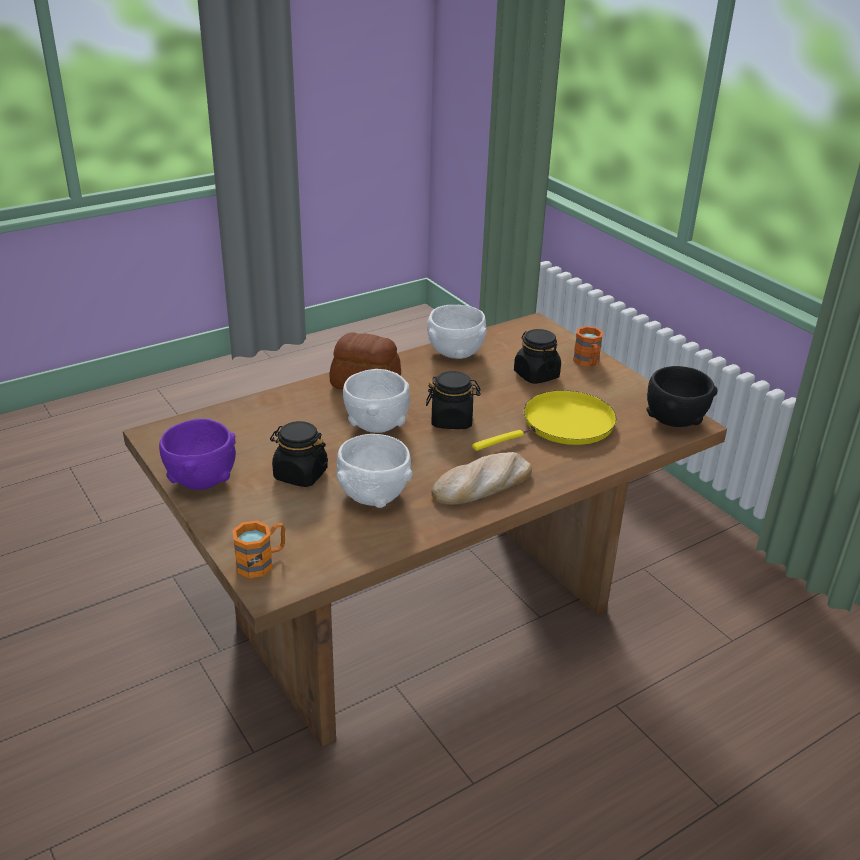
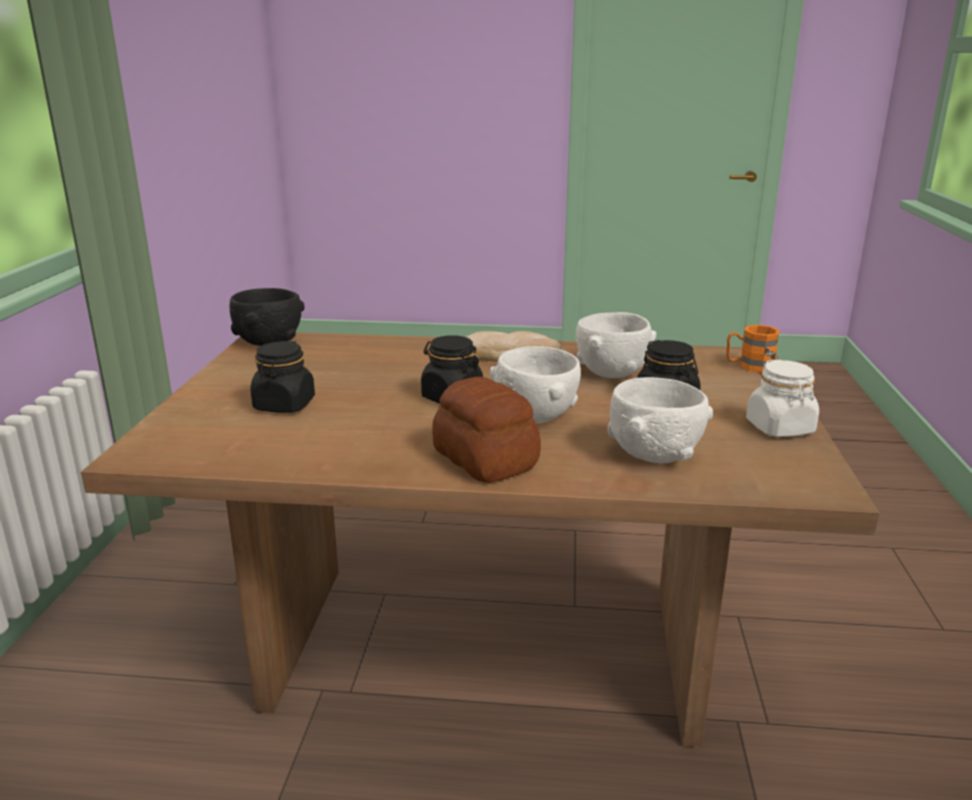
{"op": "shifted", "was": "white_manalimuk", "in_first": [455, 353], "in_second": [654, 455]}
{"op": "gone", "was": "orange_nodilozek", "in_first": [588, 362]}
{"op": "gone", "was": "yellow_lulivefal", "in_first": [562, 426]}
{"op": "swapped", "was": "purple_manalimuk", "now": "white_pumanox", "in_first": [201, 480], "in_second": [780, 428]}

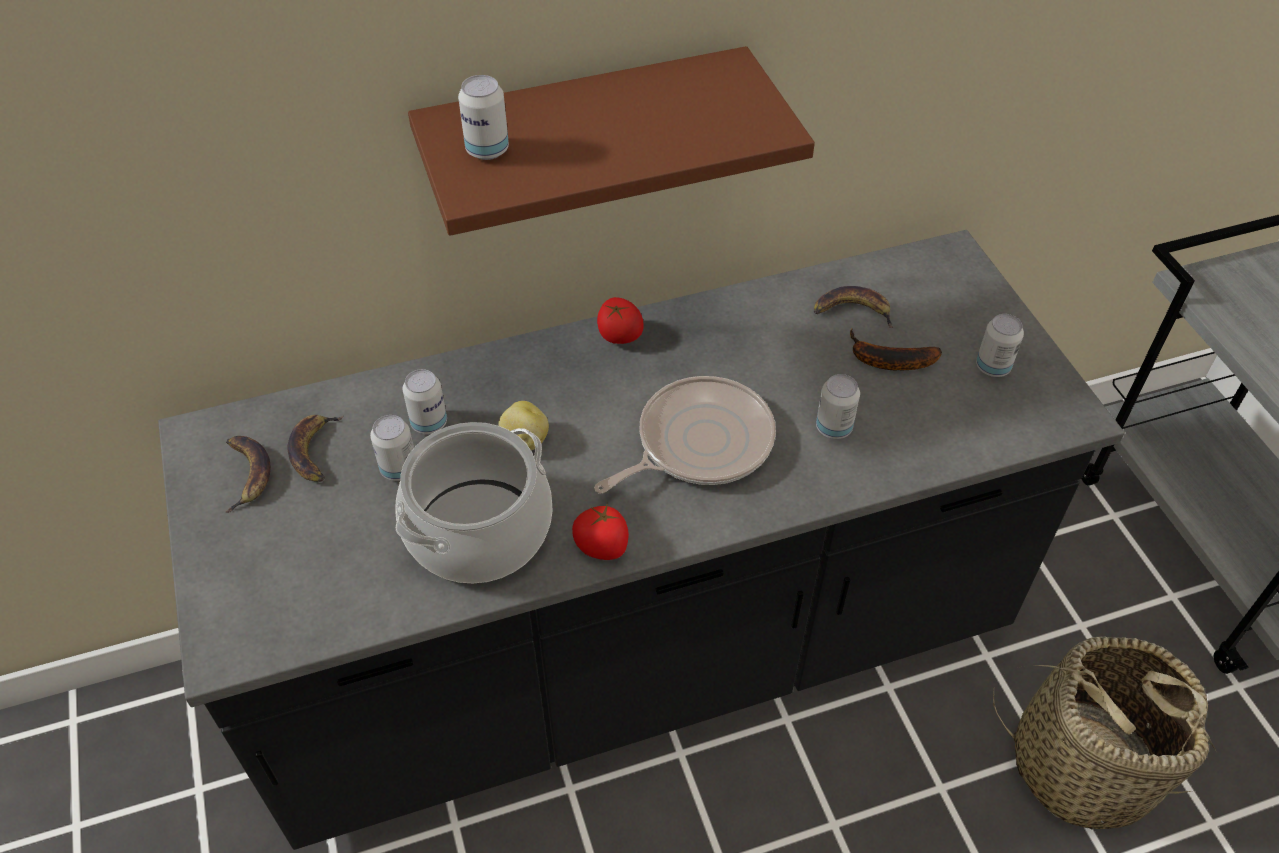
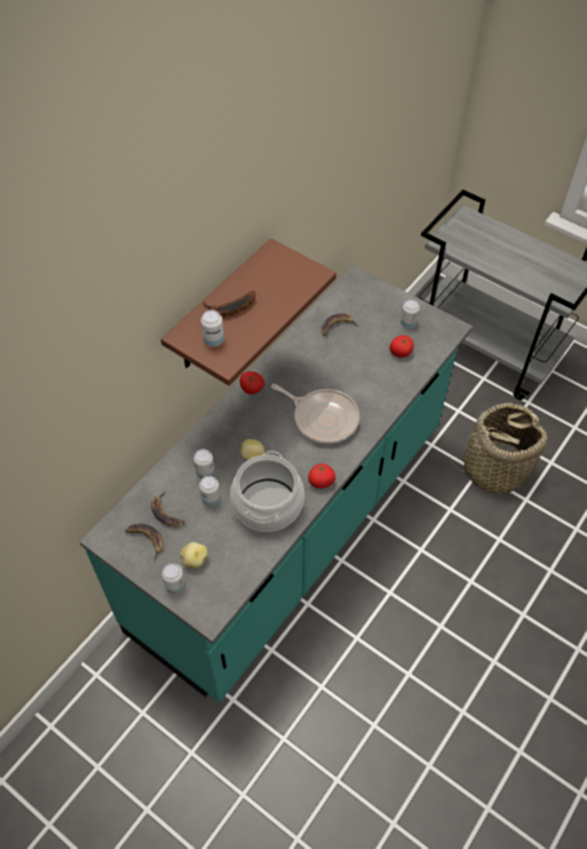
{"op": "repainted", "was": "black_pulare", "now": "turquoise_pulare", "in_first": [639, 654], "in_second": [293, 529]}
{"op": "shifted", "was": "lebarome", "in_first": [886, 360], "in_second": [230, 310]}
{"op": "shifted", "was": "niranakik", "in_first": [833, 428], "in_second": [175, 585]}
{"op": "rotated", "was": "lulivefal", "in_first": [698, 443], "in_second": [323, 418], "clockwise": 105}
{"op": "new", "now": "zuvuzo", "in_second": [400, 352]}
{"op": "new", "now": "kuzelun", "in_second": [194, 560]}

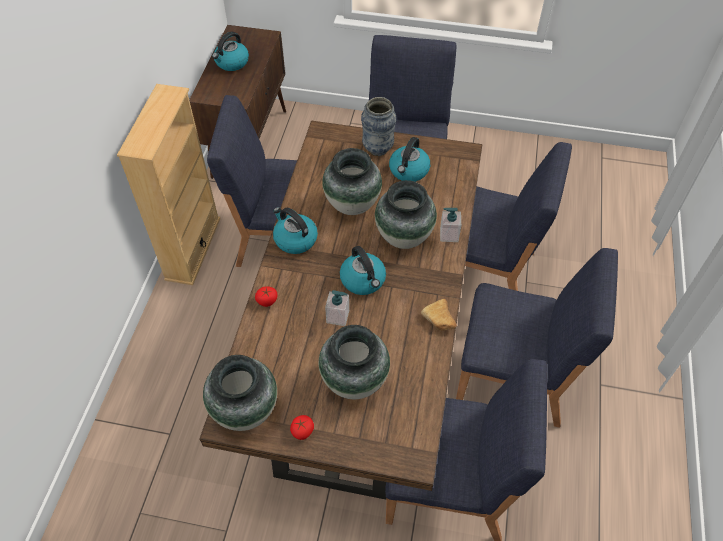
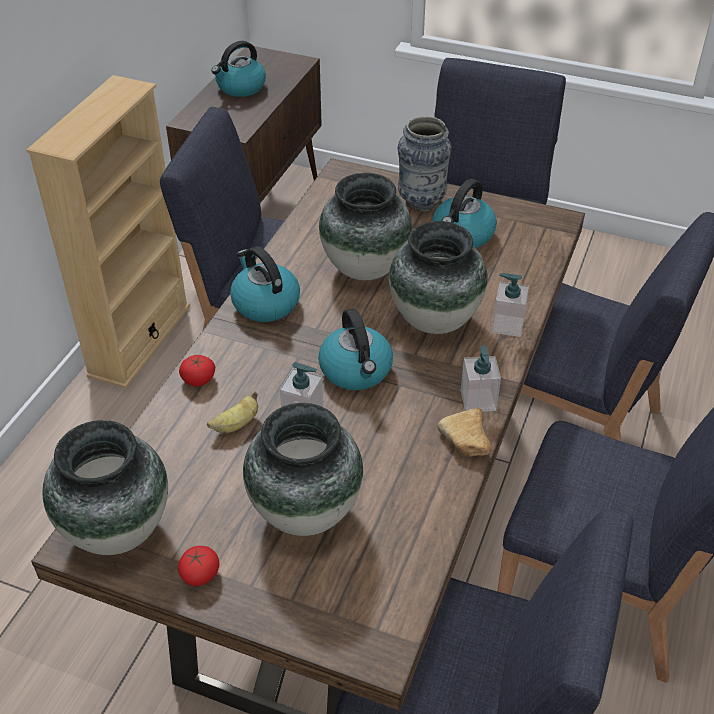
{"op": "new", "now": "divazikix", "in_second": [478, 401]}
{"op": "new", "now": "lebarome", "in_second": [236, 425]}

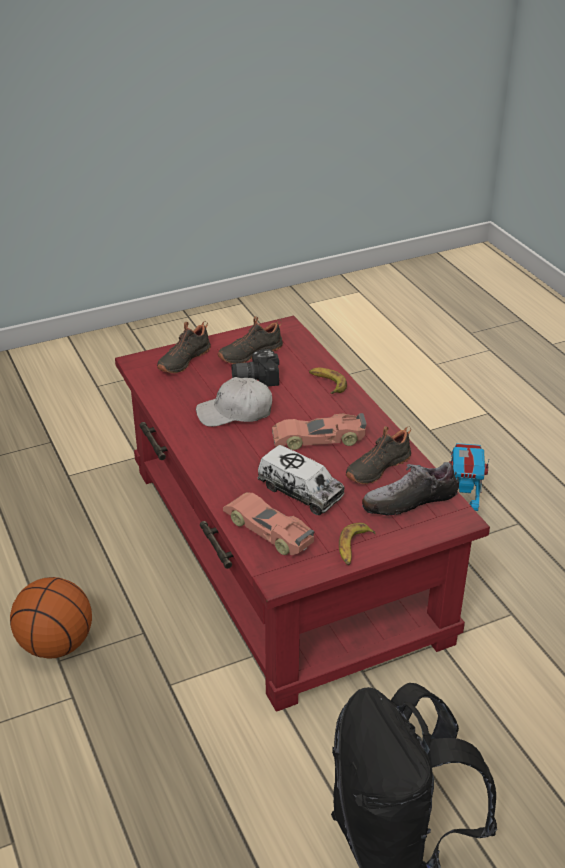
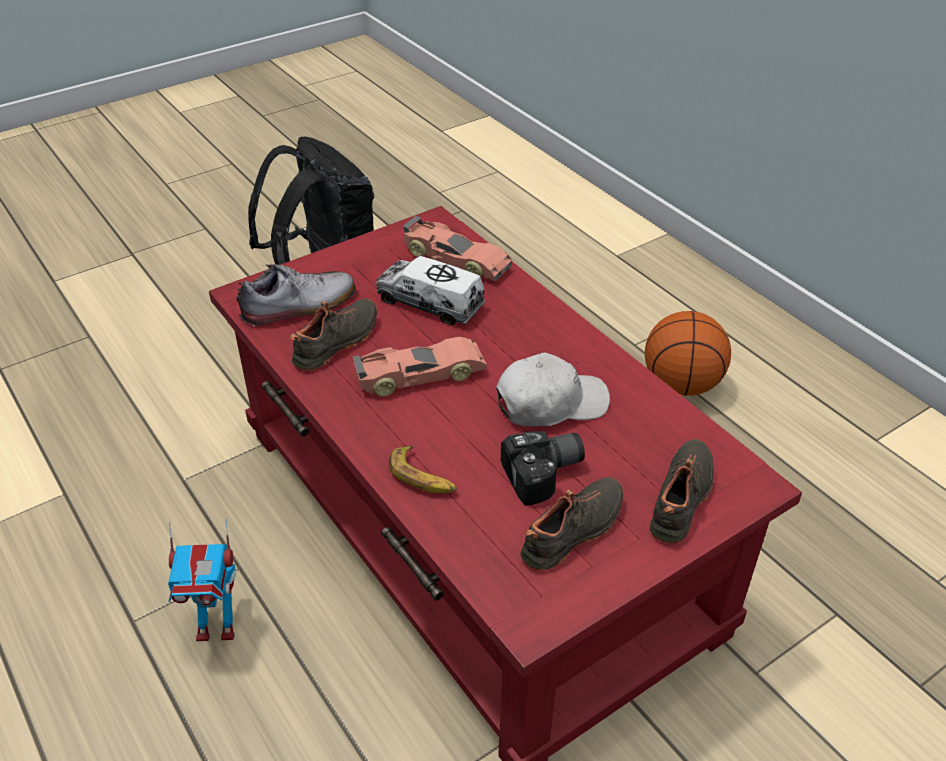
{"op": "gone", "was": "lebarome", "in_first": [353, 548]}

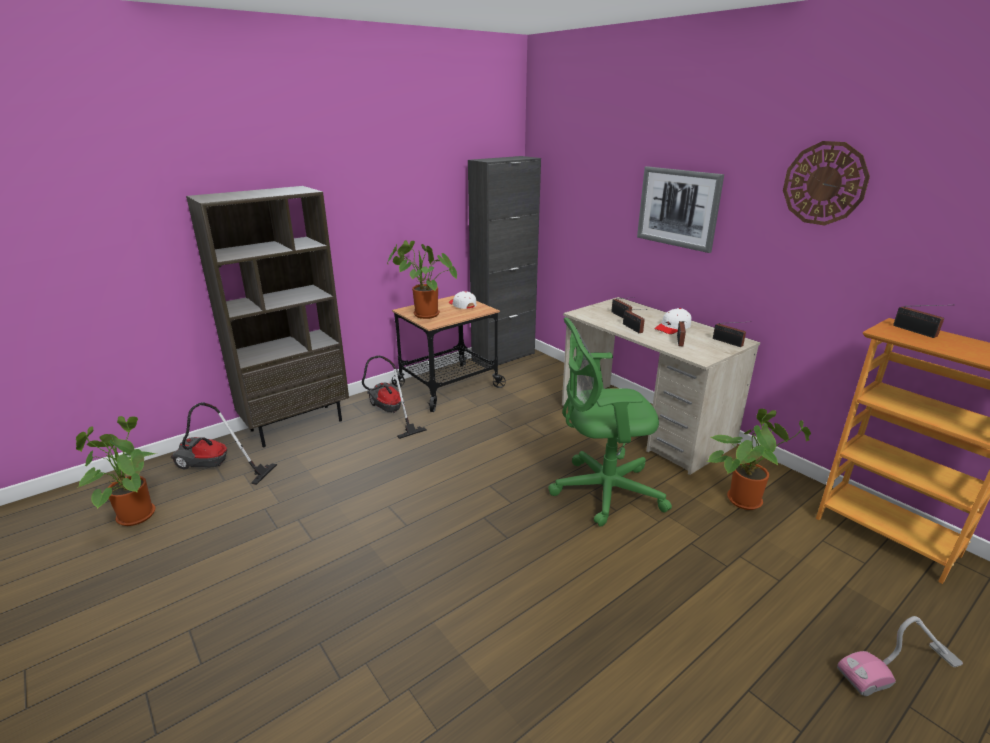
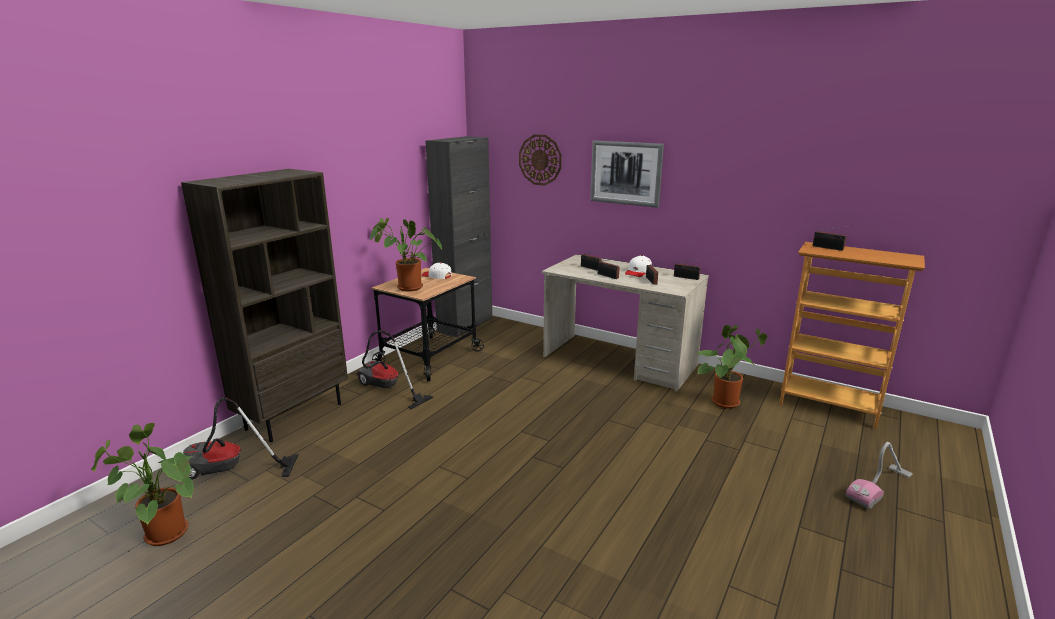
{"op": "shifted", "was": "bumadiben", "in_first": [824, 183], "in_second": [540, 160]}
{"op": "gone", "was": "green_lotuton", "in_first": [601, 491]}

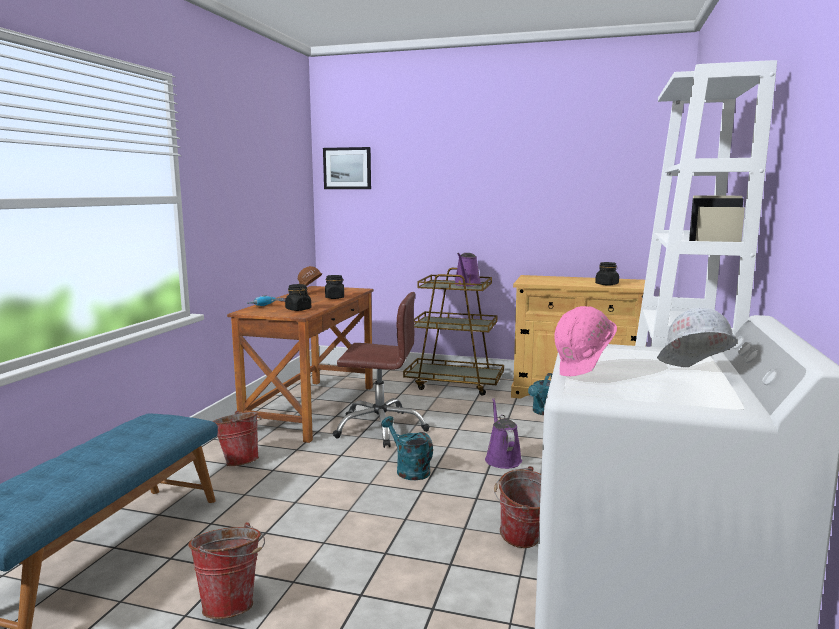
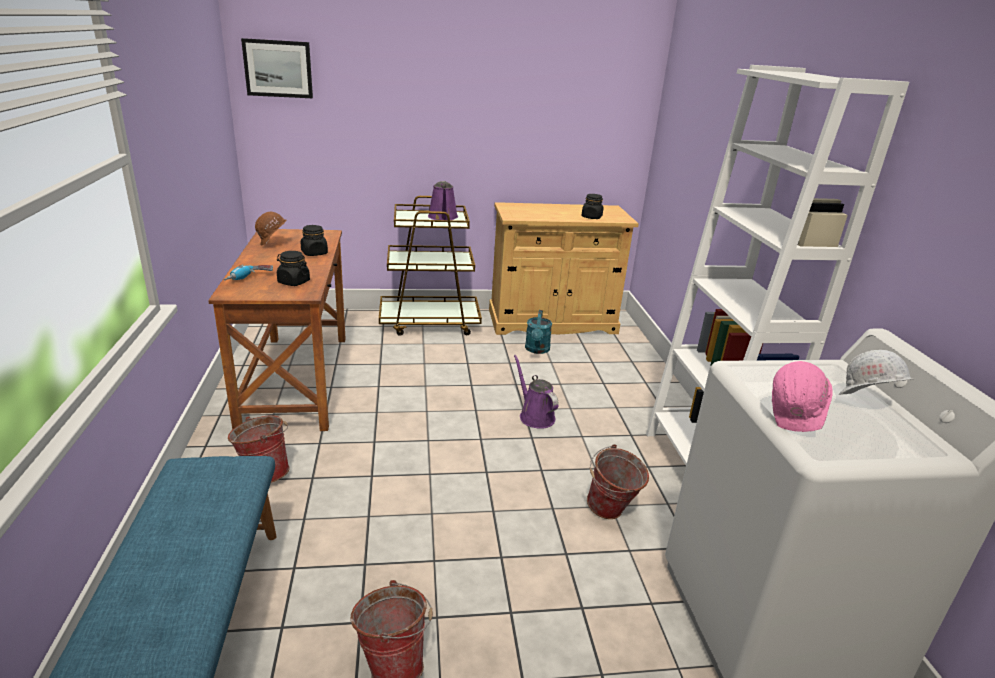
{"op": "gone", "was": "brown_lotuton", "in_first": [380, 428]}
{"op": "gone", "was": "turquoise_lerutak", "in_first": [408, 470]}

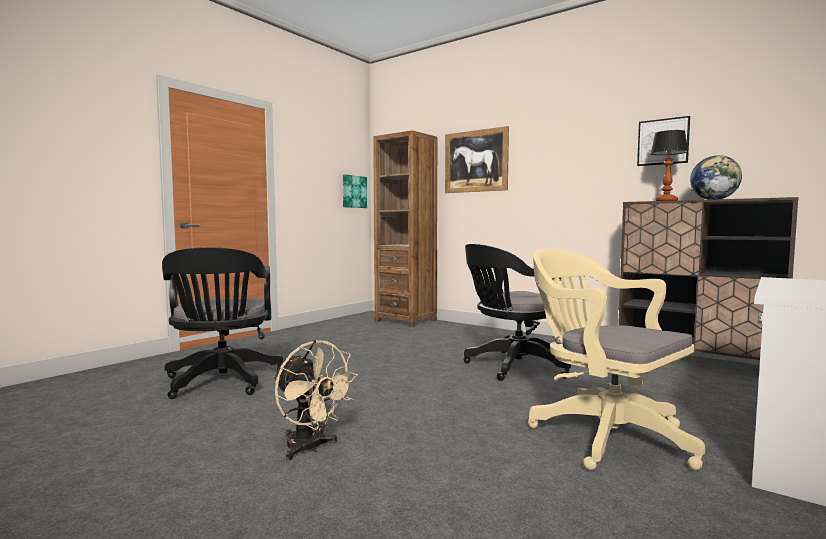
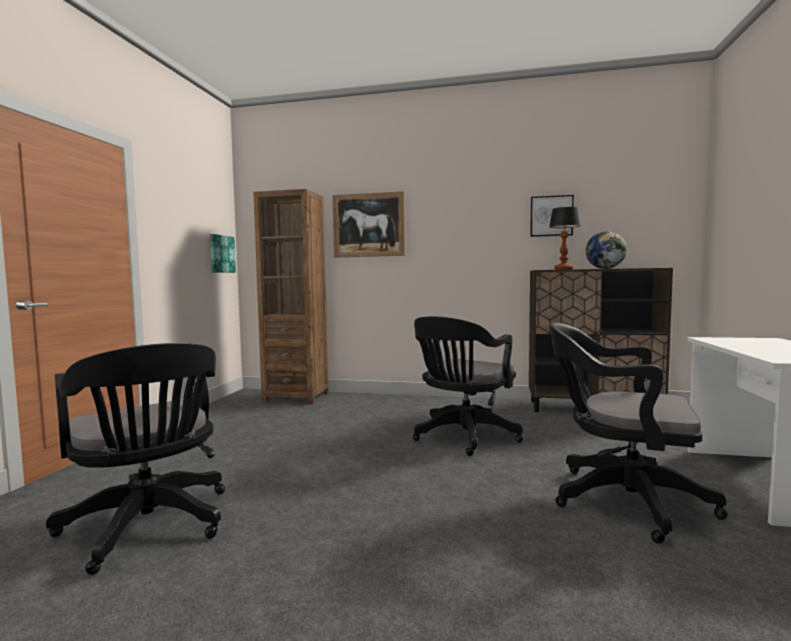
{"op": "repainted", "was": "beige_lotuton", "now": "black_lotuton", "in_first": [603, 435], "in_second": [621, 499]}
{"op": "gone", "was": "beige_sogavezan", "in_first": [310, 448]}

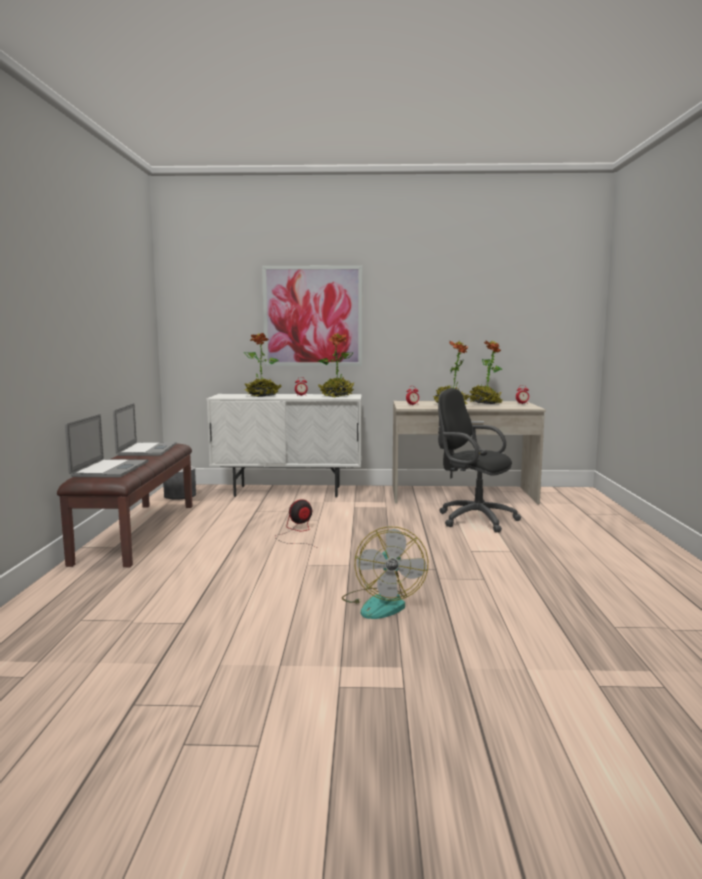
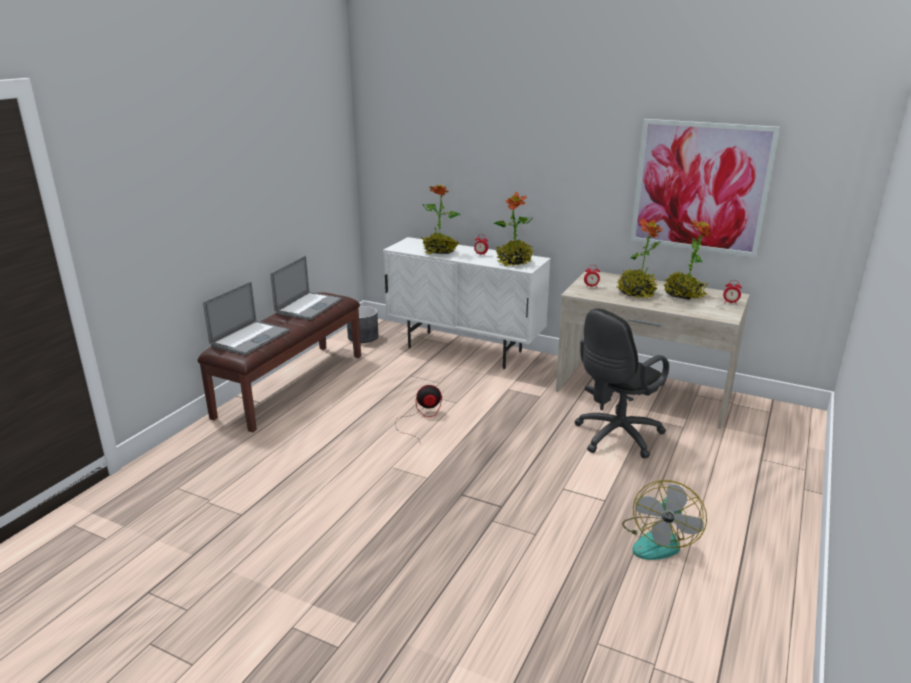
{"op": "shifted", "was": "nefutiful", "in_first": [312, 316], "in_second": [700, 187]}
{"op": "rotated", "was": "black_lotuton", "in_first": [472, 519], "in_second": [614, 437], "clockwise": -105}
{"op": "shifted", "was": "sogavezan", "in_first": [382, 603], "in_second": [658, 540]}

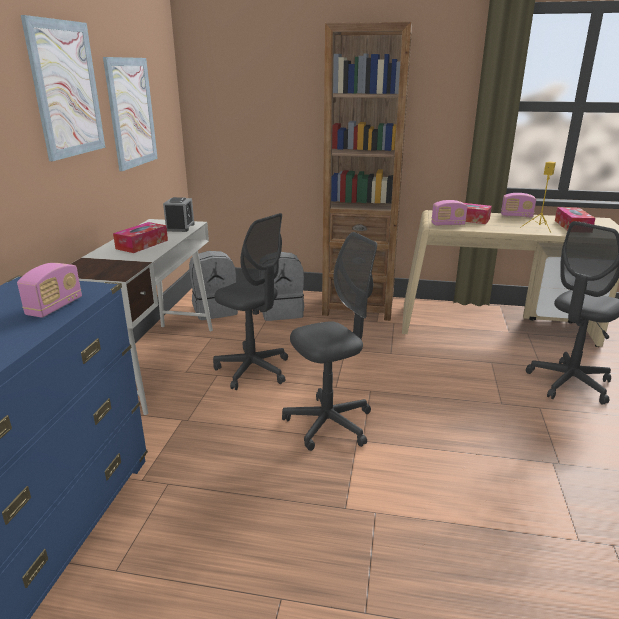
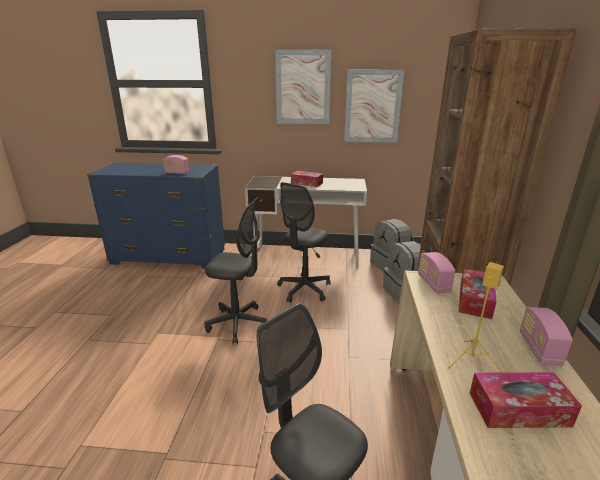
{"op": "gone", "was": "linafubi", "in_first": [180, 227]}
{"op": "rotated", "was": "grey_lotuton", "in_first": [329, 424], "in_second": [238, 324], "clockwise": -45}

